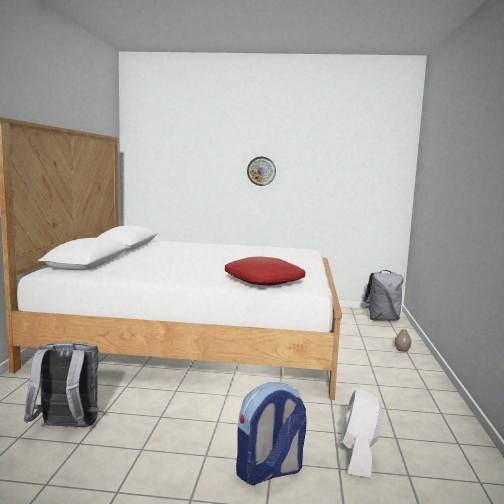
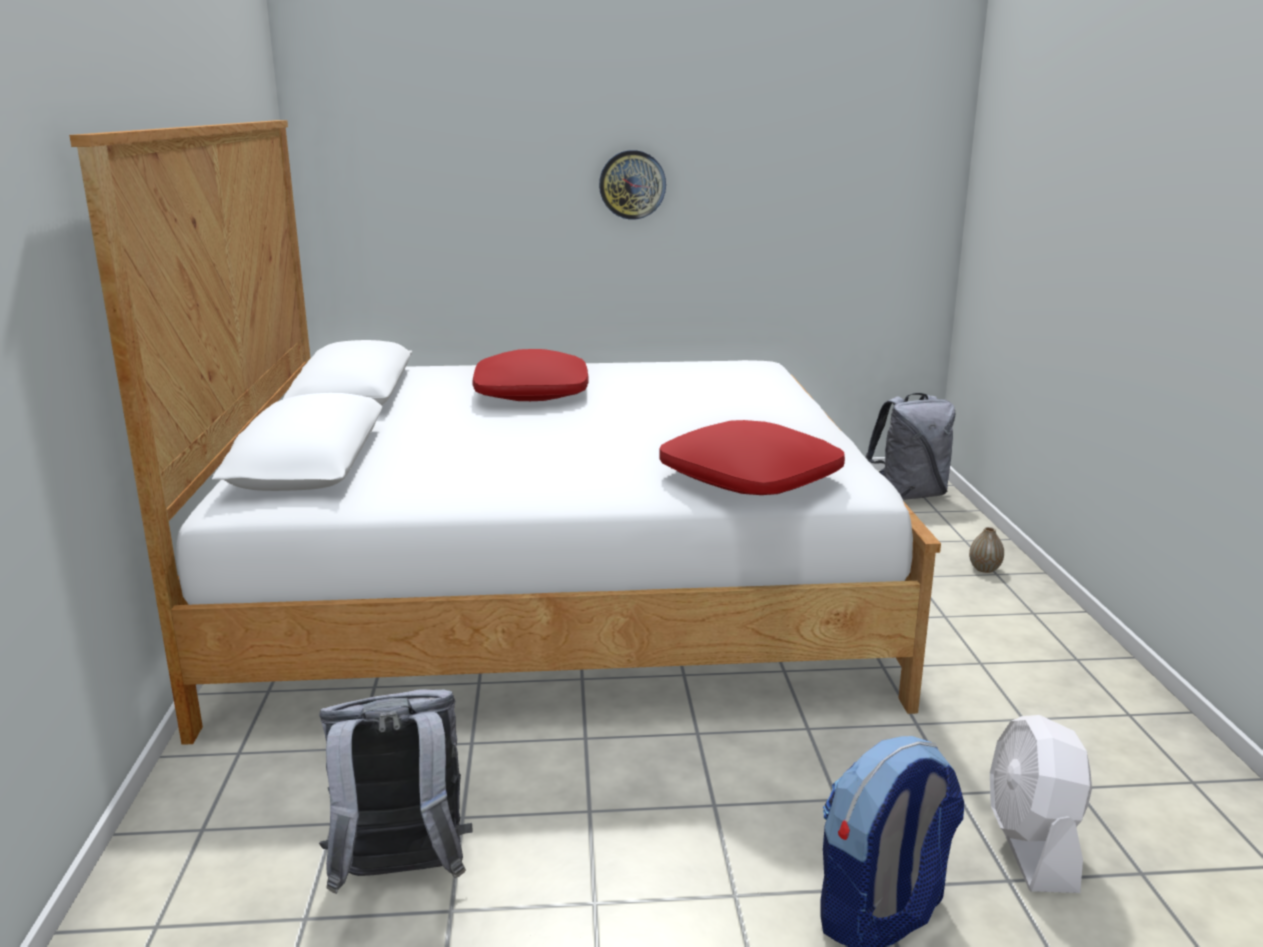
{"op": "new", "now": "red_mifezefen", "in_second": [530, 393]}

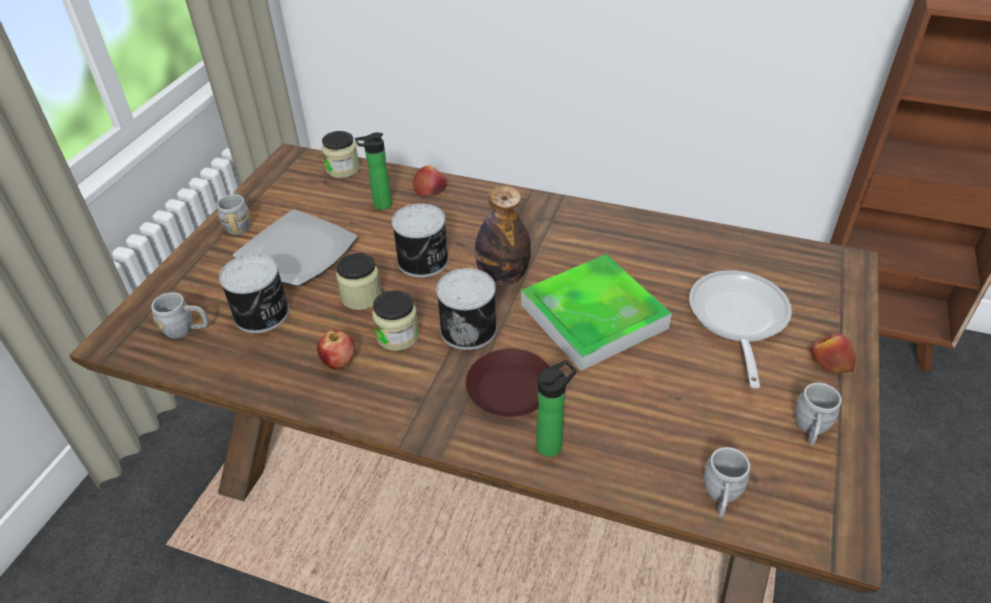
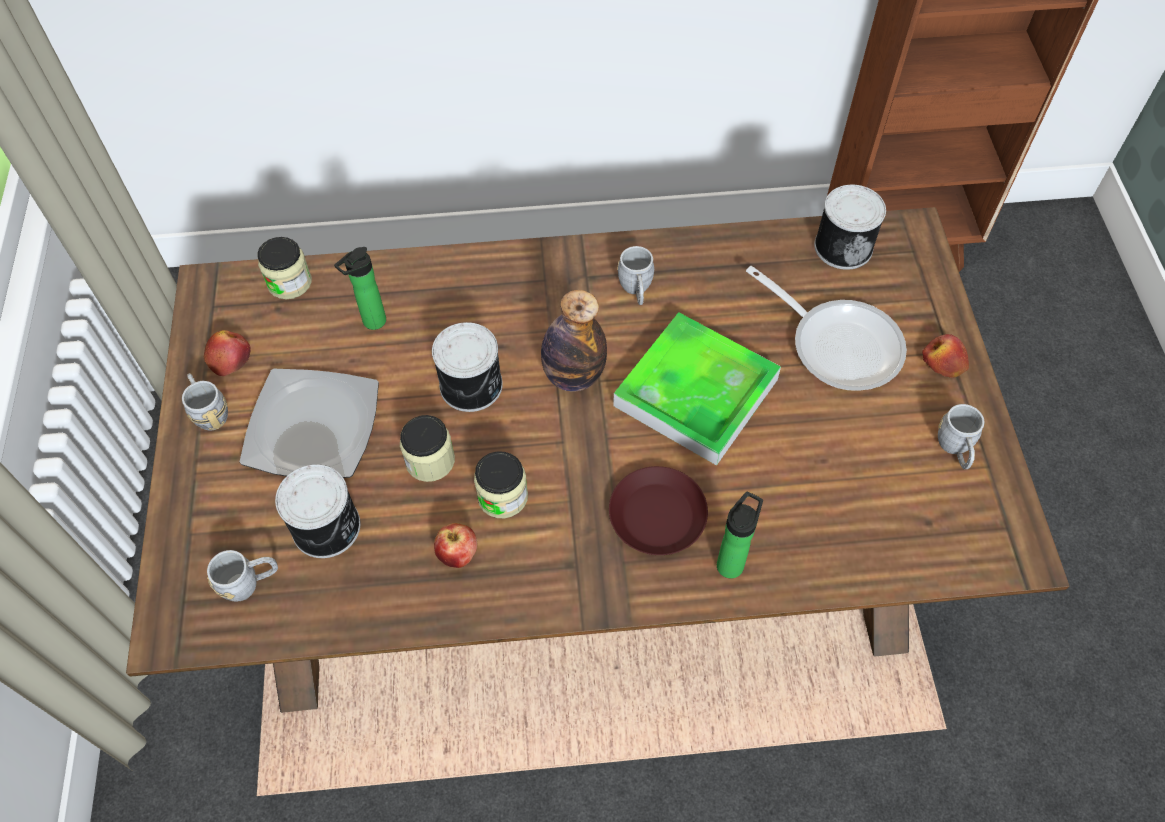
{"op": "shifted", "was": "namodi", "in_first": [430, 188], "in_second": [229, 357]}
{"op": "shifted", "was": "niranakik", "in_first": [469, 328], "in_second": [843, 245]}
{"op": "rotated", "was": "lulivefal", "in_first": [737, 320], "in_second": [838, 344], "clockwise": 150}
{"op": "shifted", "was": "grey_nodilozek", "in_first": [720, 497], "in_second": [636, 290]}

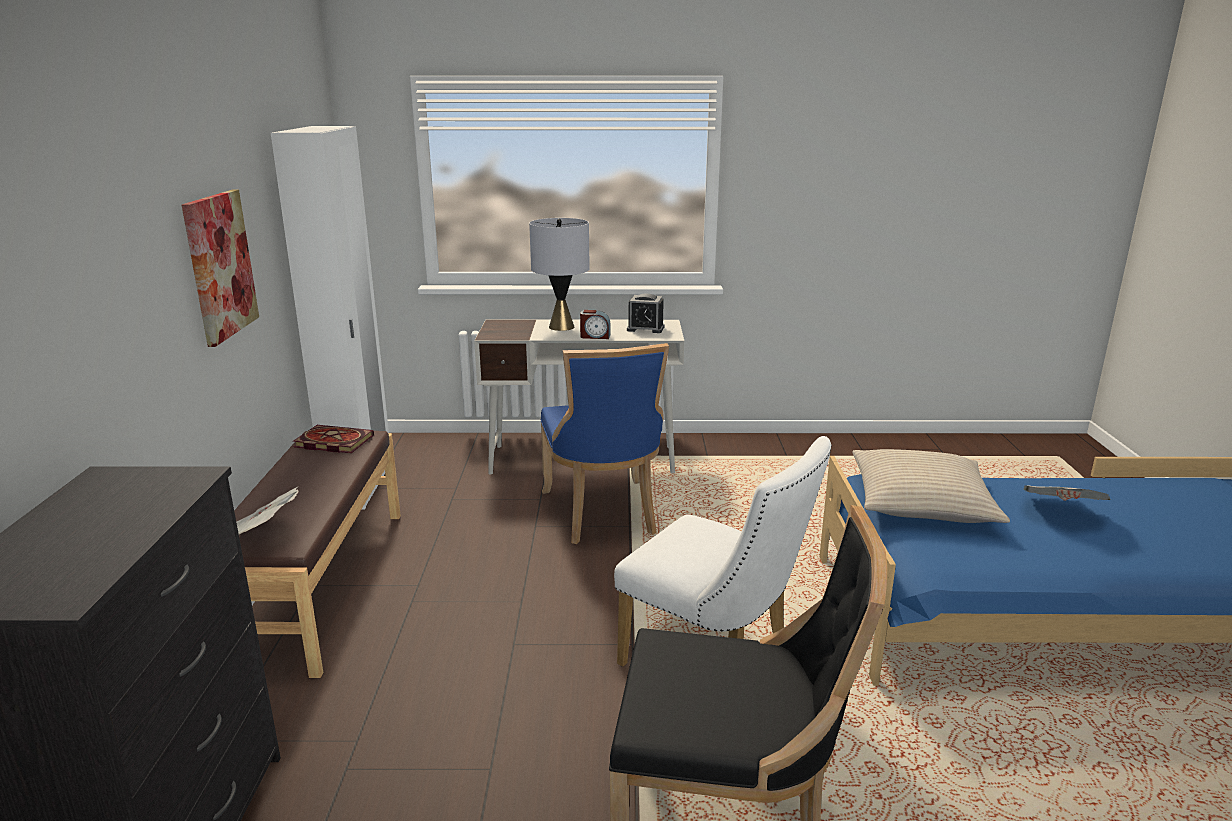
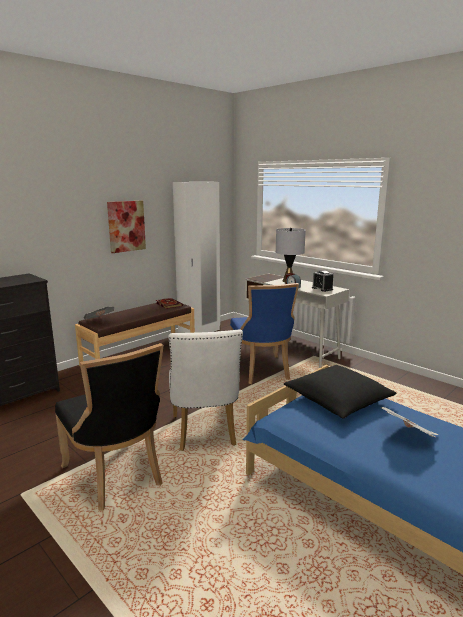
{"op": "rotated", "was": "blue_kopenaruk", "in_first": [603, 514], "in_second": [262, 371], "clockwise": -45}
{"op": "repainted", "was": "beige_mifezefen", "now": "black_mifezefen", "in_first": [921, 502], "in_second": [338, 399]}

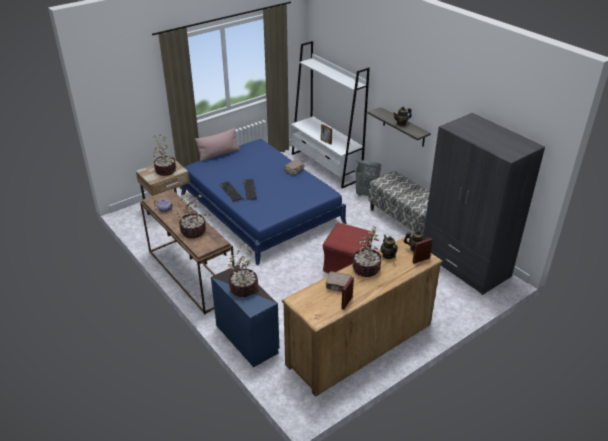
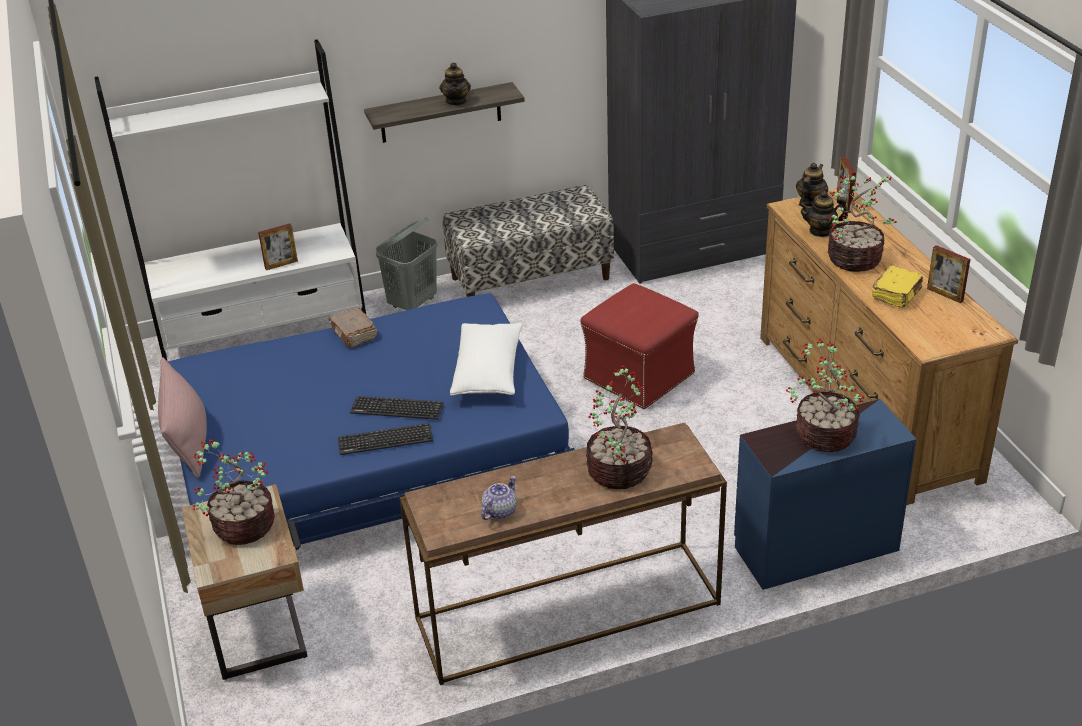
{"op": "repainted", "was": "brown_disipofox", "now": "yellow_disipofox", "in_first": [339, 286], "in_second": [896, 294]}
{"op": "new", "now": "white_mifezefen", "in_second": [488, 372]}

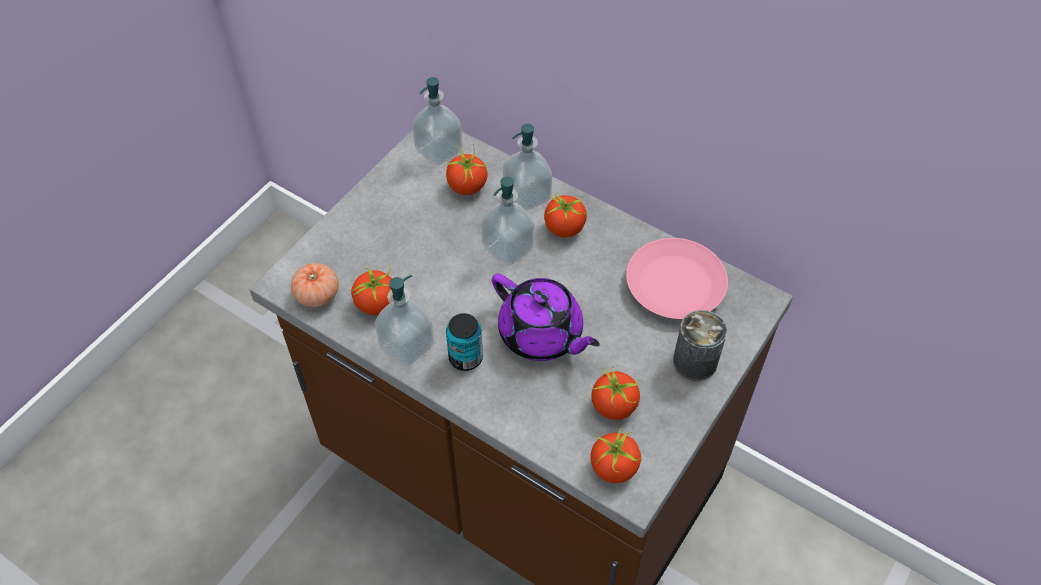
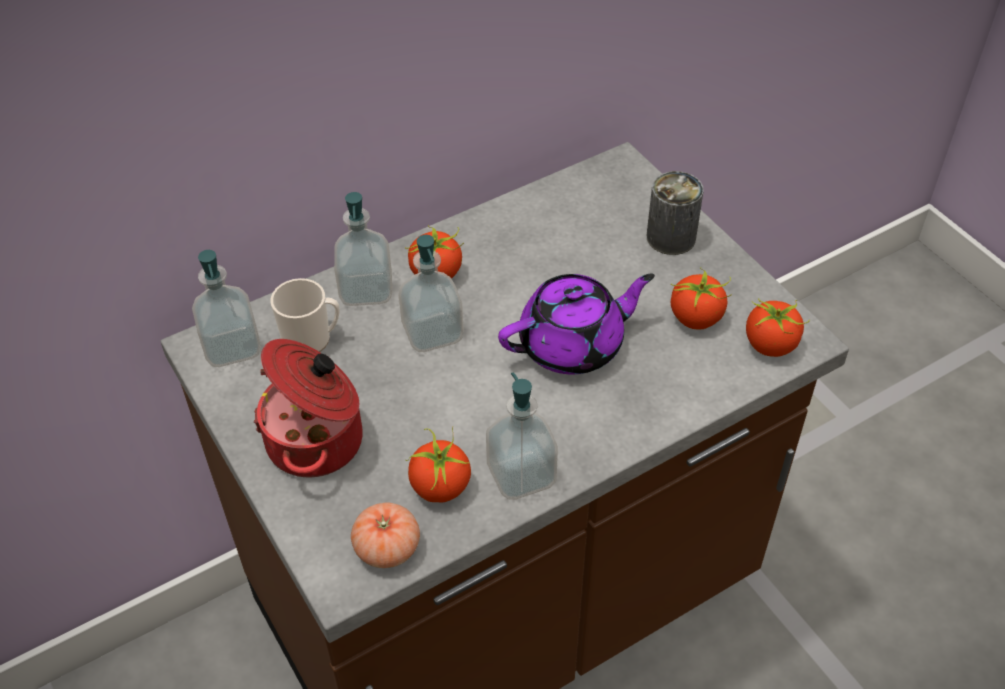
{"op": "swapped", "was": "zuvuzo", "now": "nodilozek", "in_first": [467, 186], "in_second": [312, 339]}
{"op": "gone", "was": "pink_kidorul", "in_first": [674, 285]}
{"op": "gone", "was": "niranakik", "in_first": [465, 358]}
{"op": "new", "now": "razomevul", "in_second": [318, 441]}

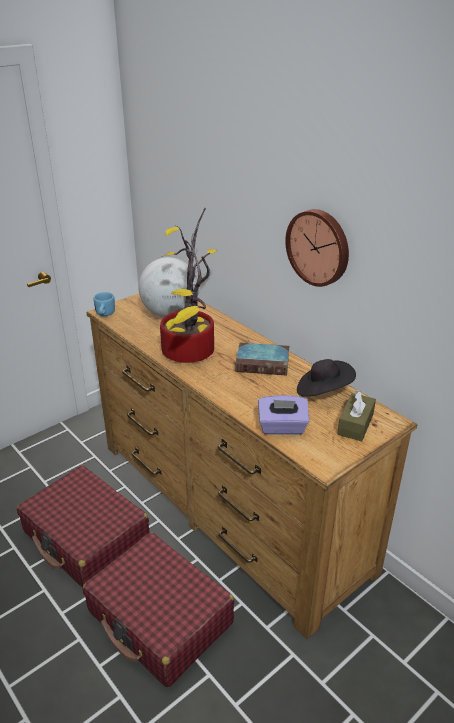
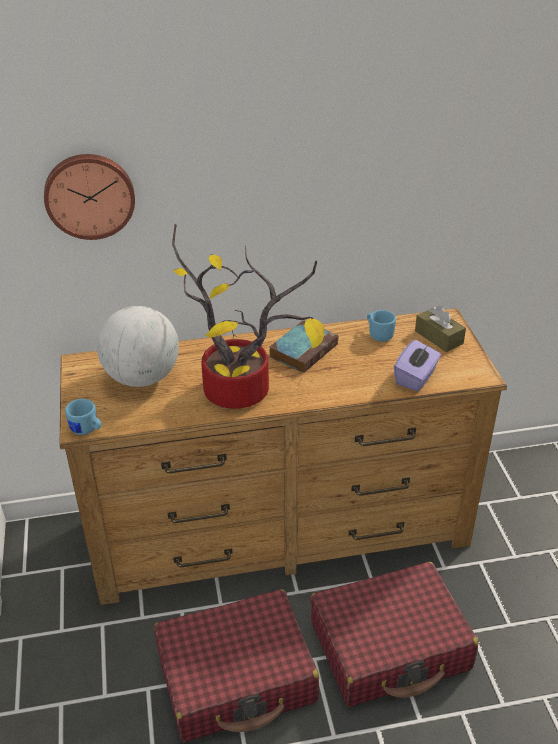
{"op": "shifted", "was": "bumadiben", "in_first": [319, 247], "in_second": [89, 195]}
{"op": "swapped", "was": "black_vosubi", "now": "blue_nodilozek", "in_first": [323, 391], "in_second": [378, 334]}

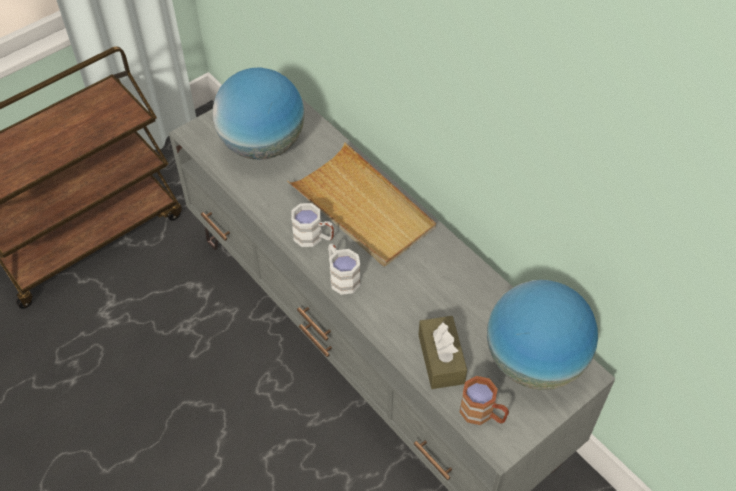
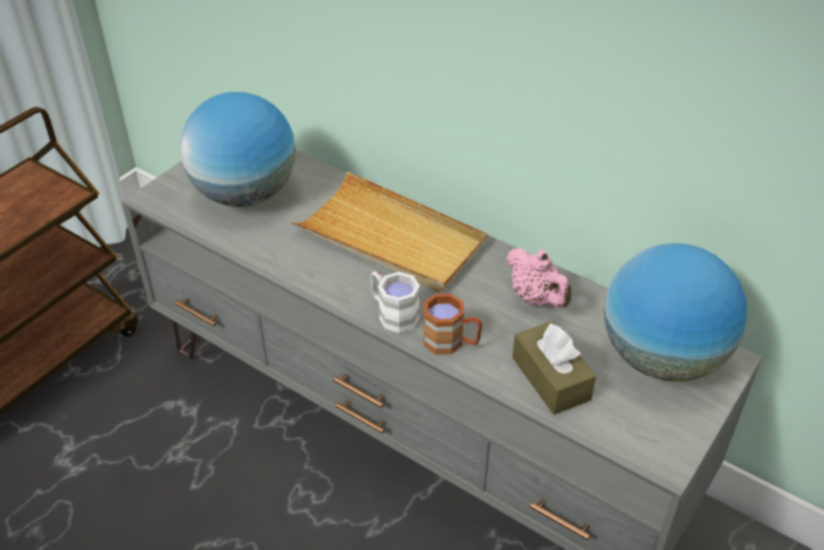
{"op": "gone", "was": "white_nodilozek", "in_first": [314, 237]}
{"op": "shifted", "was": "brown_nodilozek", "in_first": [483, 413], "in_second": [451, 342]}
{"op": "new", "now": "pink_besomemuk", "in_second": [536, 298]}

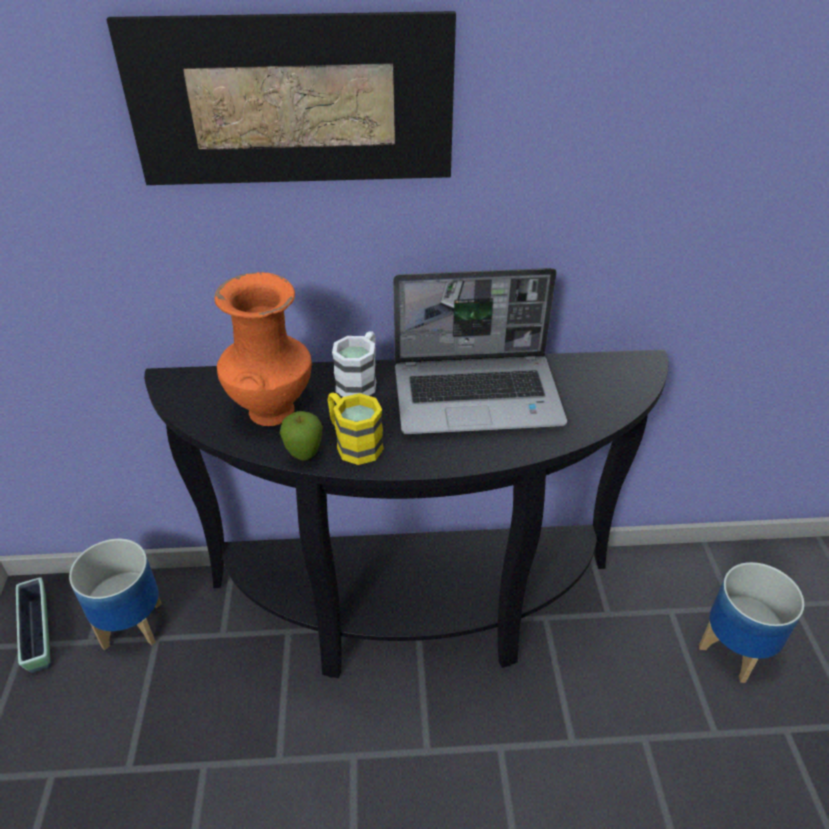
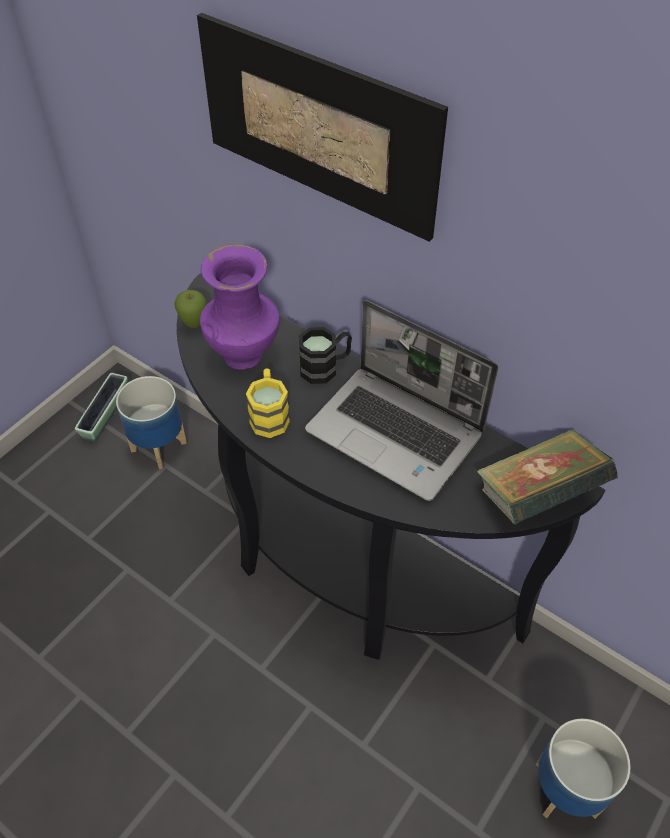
{"op": "repainted", "was": "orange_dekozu", "now": "purple_dekozu", "in_first": [271, 409], "in_second": [244, 354]}
{"op": "repainted", "was": "white_nodilozek", "now": "black_nodilozek", "in_first": [360, 381], "in_second": [325, 367]}
{"op": "shifted", "was": "namodi", "in_first": [304, 456], "in_second": [194, 325]}
{"op": "new", "now": "disipofox", "in_second": [537, 496]}

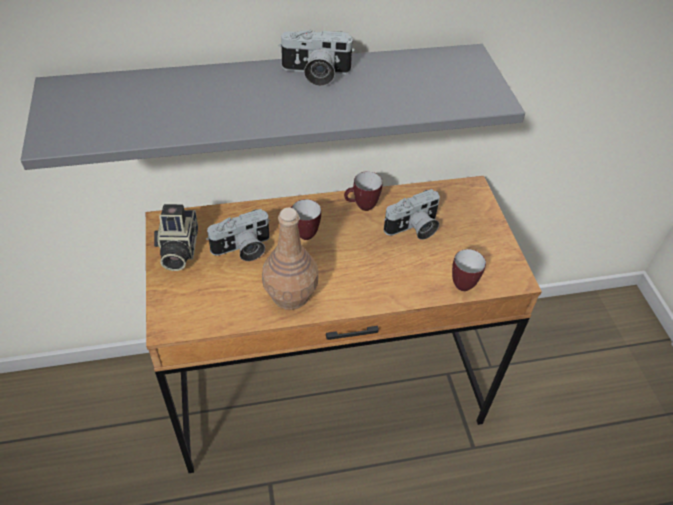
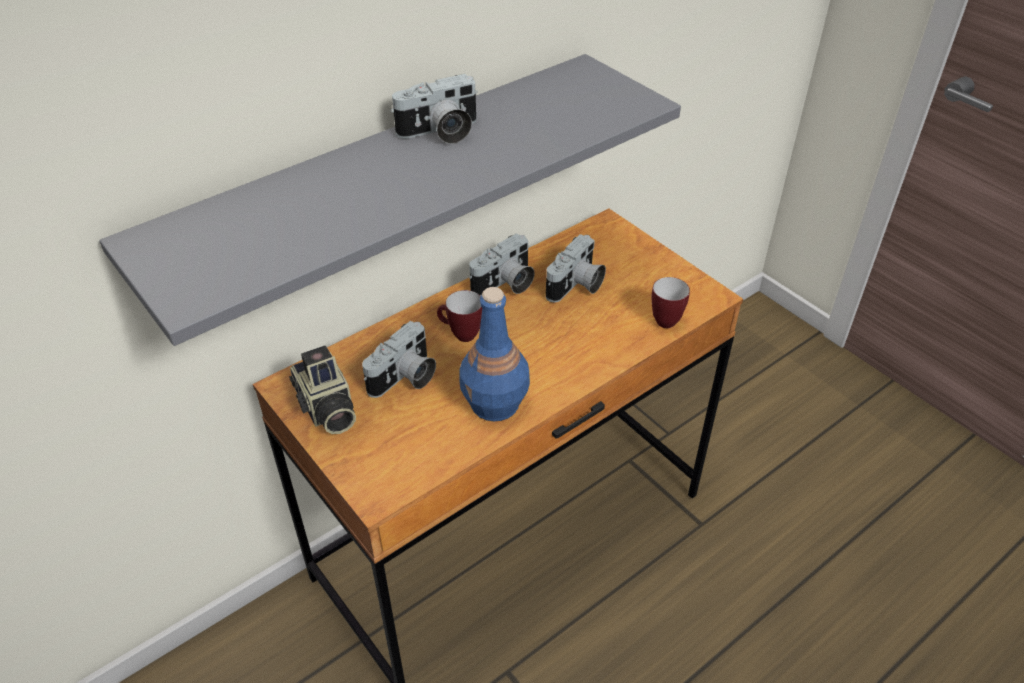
{"op": "swapped", "was": "nodilozek", "now": "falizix", "in_first": [361, 207], "in_second": [505, 284]}
{"op": "repainted", "was": "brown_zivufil", "now": "blue_zivufil", "in_first": [291, 295], "in_second": [495, 404]}

